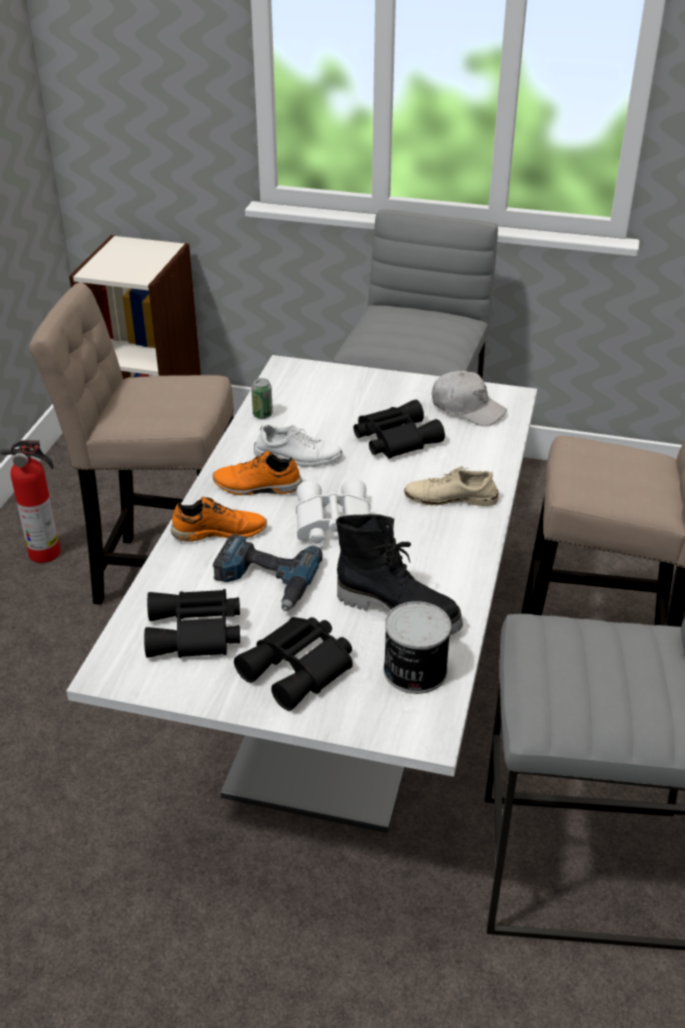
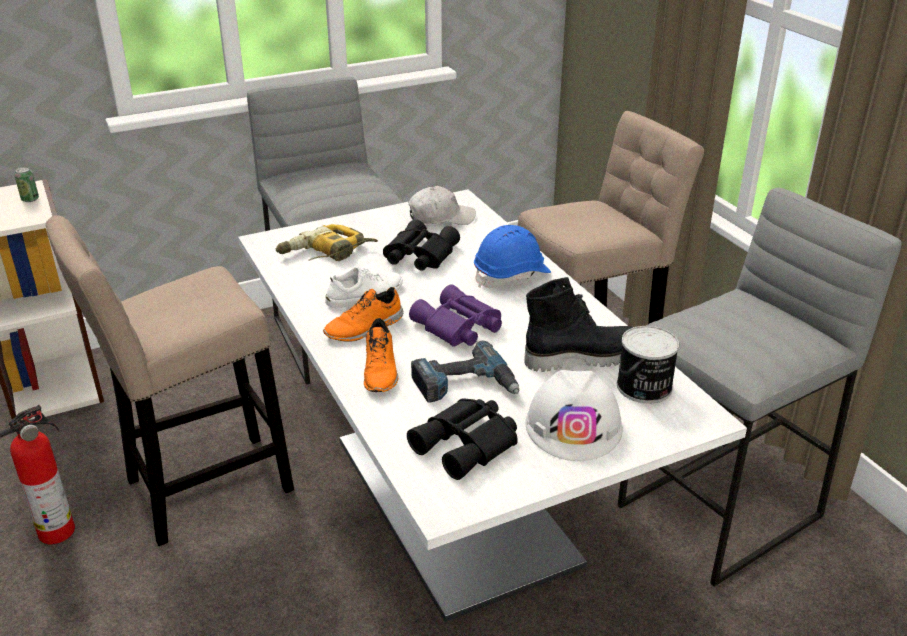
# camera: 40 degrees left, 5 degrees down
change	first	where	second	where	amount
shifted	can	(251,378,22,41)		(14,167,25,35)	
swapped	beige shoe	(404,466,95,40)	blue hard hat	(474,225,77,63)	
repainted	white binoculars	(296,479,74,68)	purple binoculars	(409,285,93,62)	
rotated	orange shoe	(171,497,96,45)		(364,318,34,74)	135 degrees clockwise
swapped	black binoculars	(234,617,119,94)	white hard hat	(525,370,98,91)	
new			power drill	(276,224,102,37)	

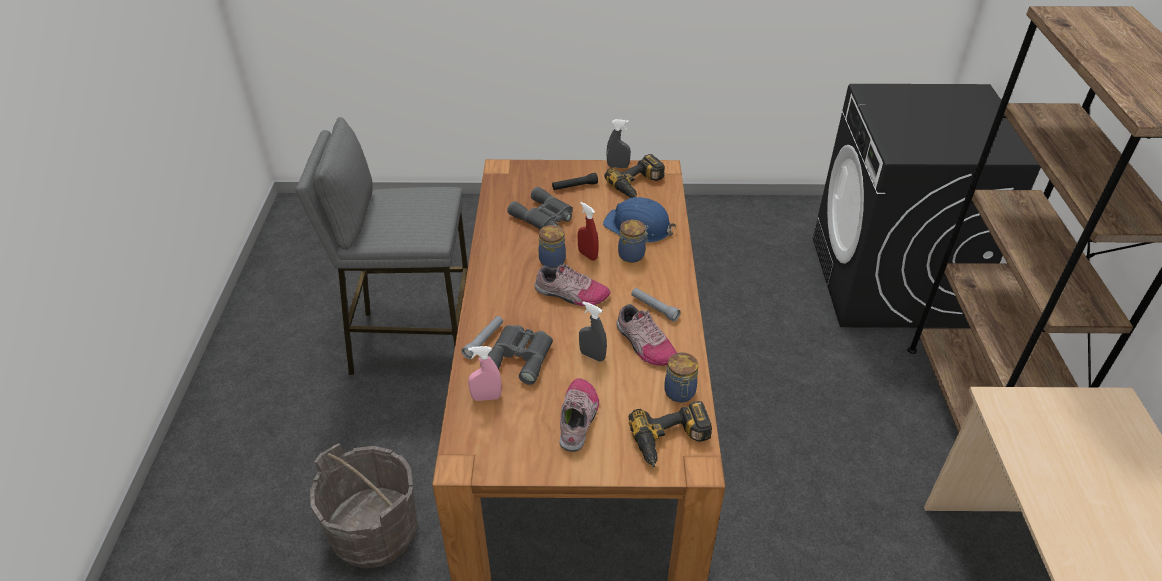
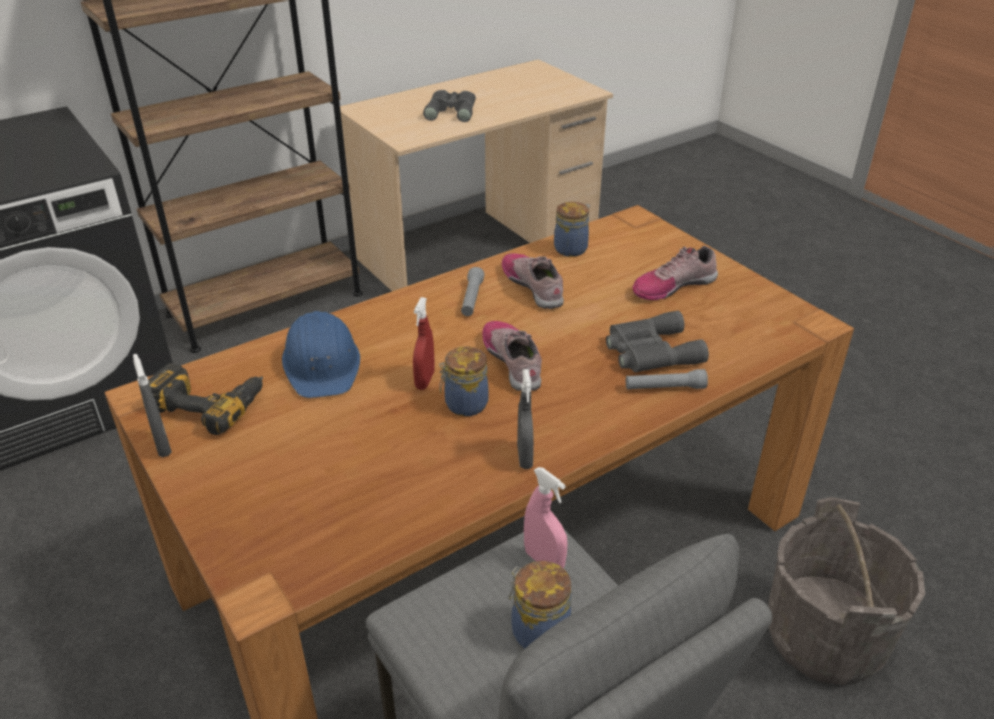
# camera: 125 degrees left, 5 degrees down
change	first	where	second	where	amount
gone	black flashlight	(552,173,46,17)			
shifted	grey binoculars	(507,187,66,42)		(423,90,53,32)	
shifted	jar	(618,220,31,43)		(509,561,63,88)	
shifted	grey spray bottle	(579,301,28,61)		(517,369,17,100)	
rotated	shoe	(616,304,61,61)		(502,253,62,56)	45 degrees counterclockwise
shifted	pink spray bottle	(468,346,34,55)		(524,467,43,102)	
gone	power drill	(628,401,84,66)			

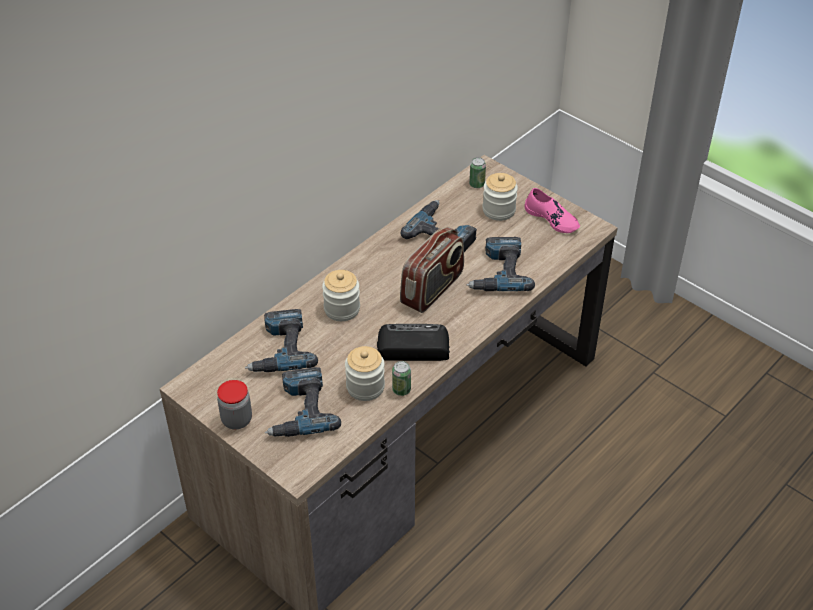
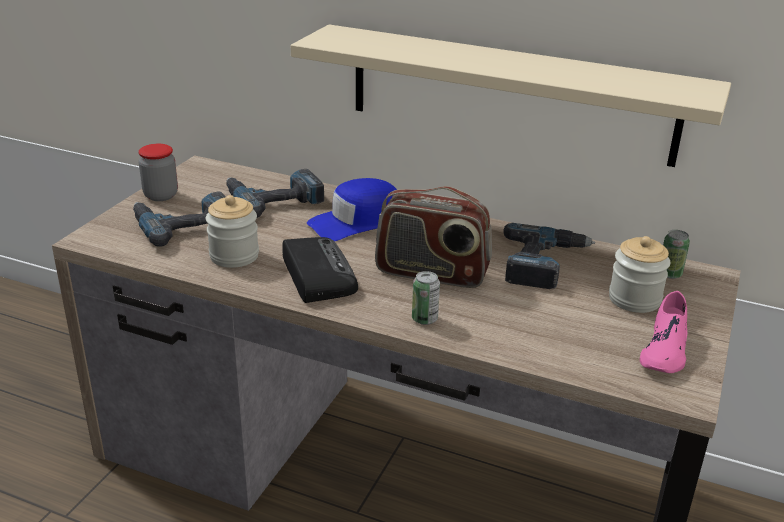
# camera: 70 degrees right, 15 degrees down
change	first	where	second	where	amount
gone	power drill	(466,237,69,54)			
swapped	jar	(322,270,38,51)	blue cap	(307,178,90,63)	
shifted	can	(392,361,19,35)		(412,271,28,54)	
new			beige shelf	(291,25,440,142)	

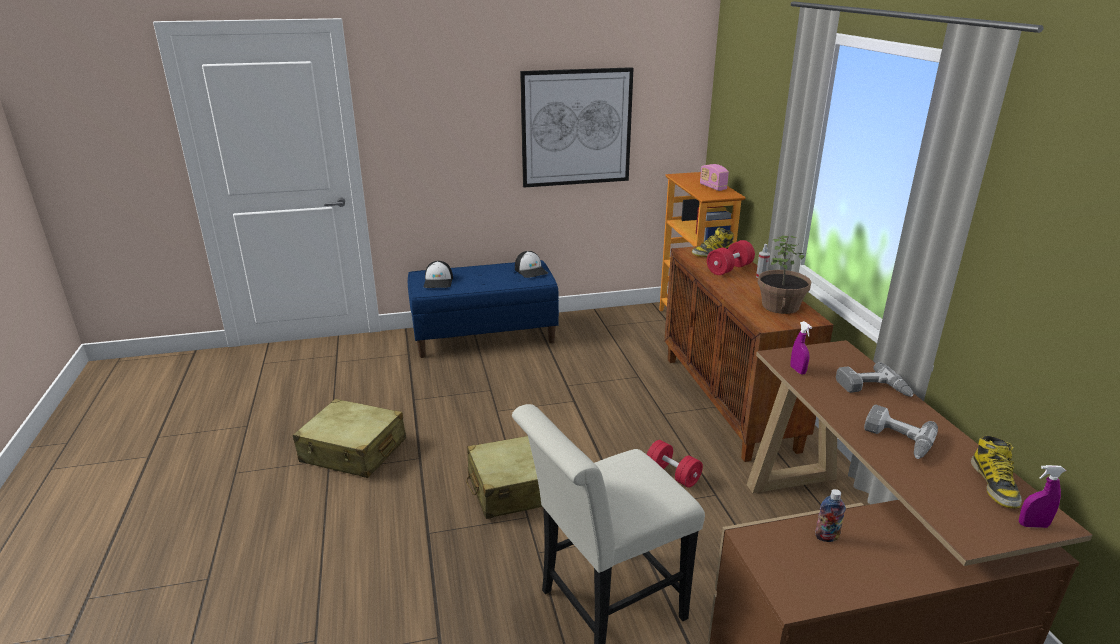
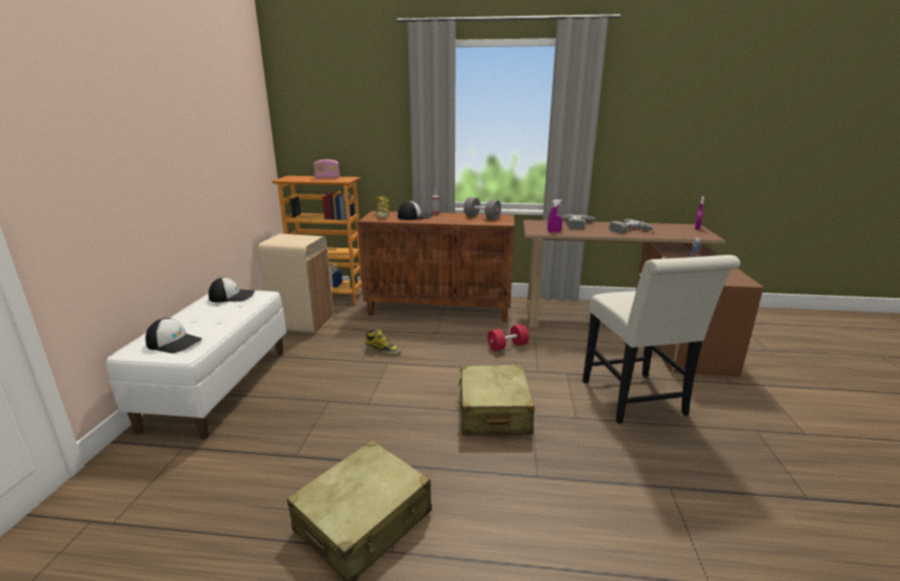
# camera: 70 degrees left, 5 degrees down
change	first	where	second	where	amount
gone	picture	(520,67,114,121)			
swapped	potted plant	(758,235,53,79)	grey dumbbell	(464,197,37,23)	
swapped	red dumbbell	(707,240,48,35)	cap	(398,201,35,19)	
repainted	blue bench	(408,260,151,98)	white bench	(106,290,180,149)	
shifted	boot	(971,436,51,73)		(365,328,36,27)	
new			beige trash can	(258,234,75,99)	

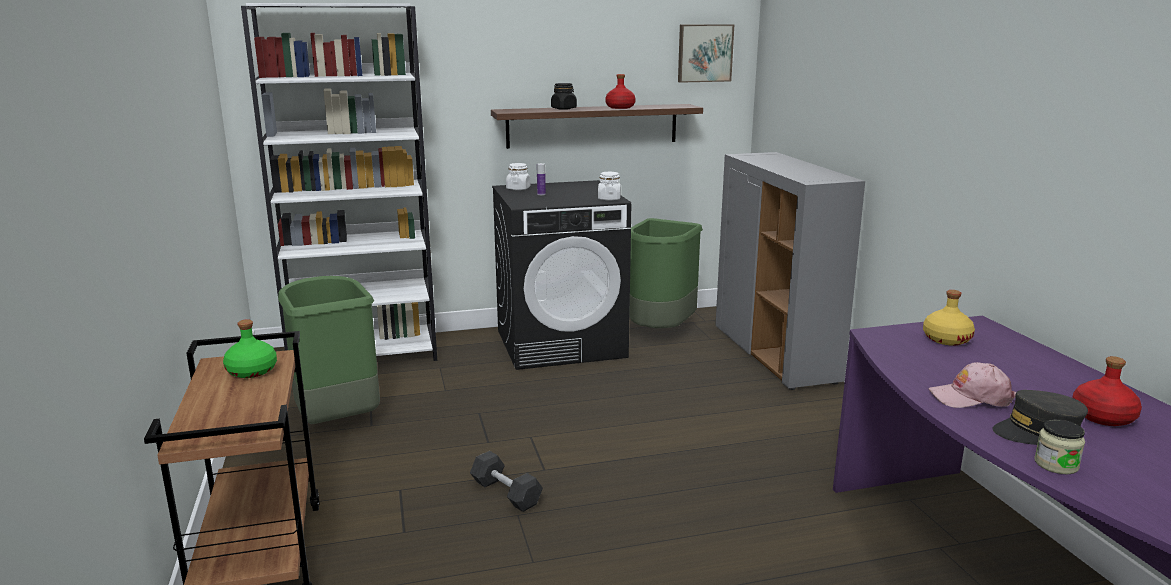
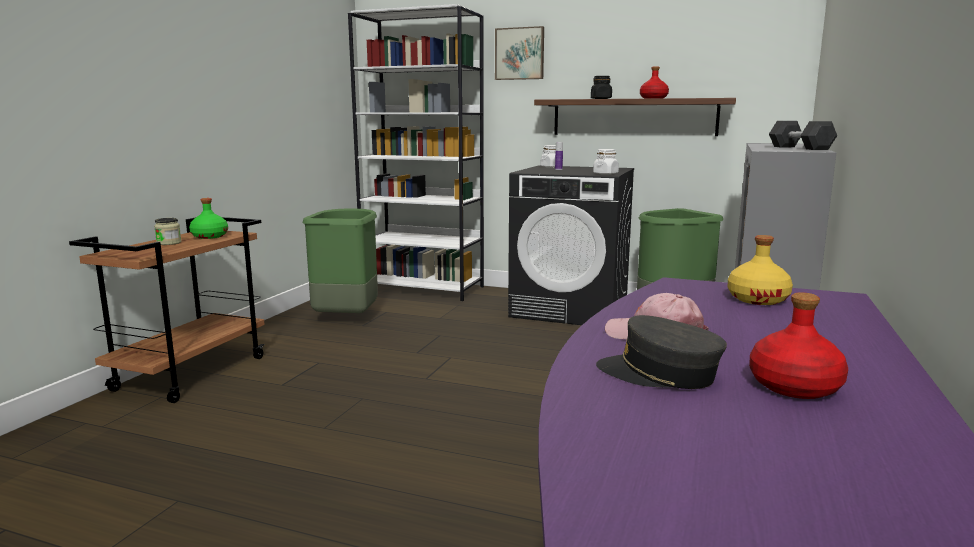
# camera: 35 degrees right, 5 degrees down
change	first	where	second	where	amount
shifted	picture	(678,24,56,59)		(495,26,49,54)	
shifted	jar	(1034,419,51,55)		(154,218,27,27)	
shifted	grey dumbbell	(470,451,73,61)		(769,121,68,29)	

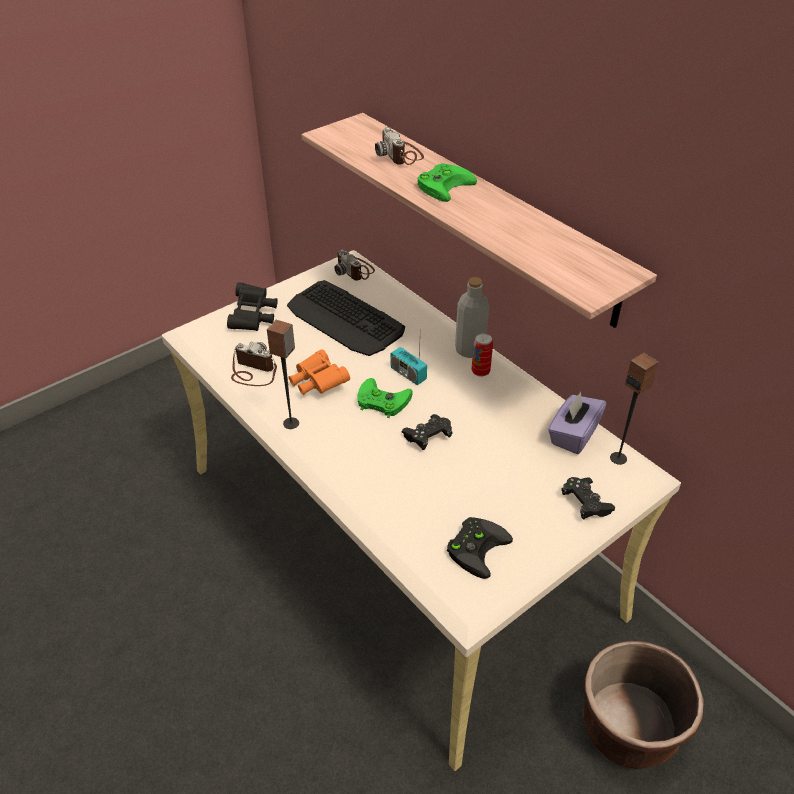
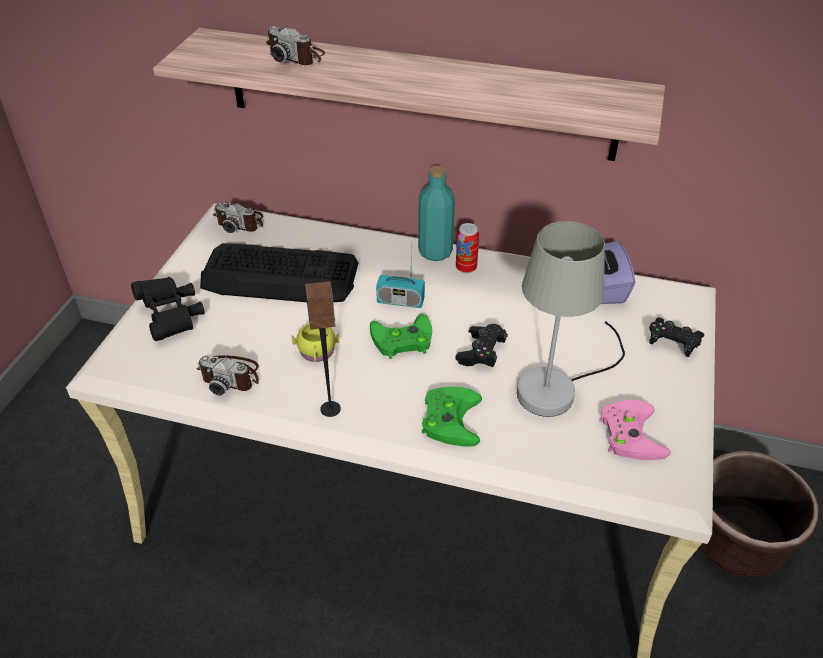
# camera: 35 degrees left, 0 degrees up
change	first	where	second	where	amount
shifted	green game controller	(417,163,60,39)		(422,387,60,60)	
repainted	grey bottle	(455,277,34,81)	turquoise bottle	(418,166,37,95)	
rotated	photo camera	(231,342,46,44)		(196,355,63,41)	150 degrees counterclockwise
swapped	orange binoculars	(289,349,61,46)	yellow mug	(292,323,47,39)	
gone	speaker	(610,353,49,112)			
repainted	black game controller	(447,517,66,62)	pink game controller	(599,400,71,60)	
new			grey table lamp	(517,221,108,196)	

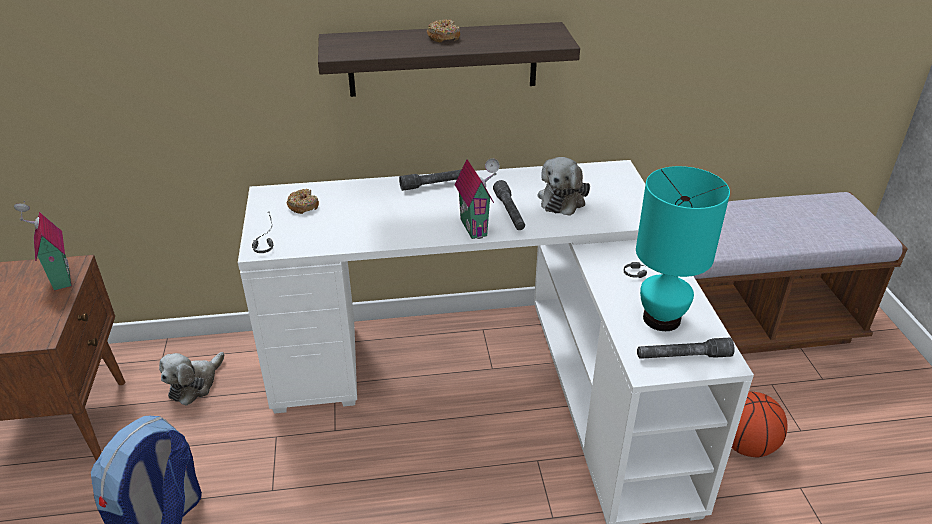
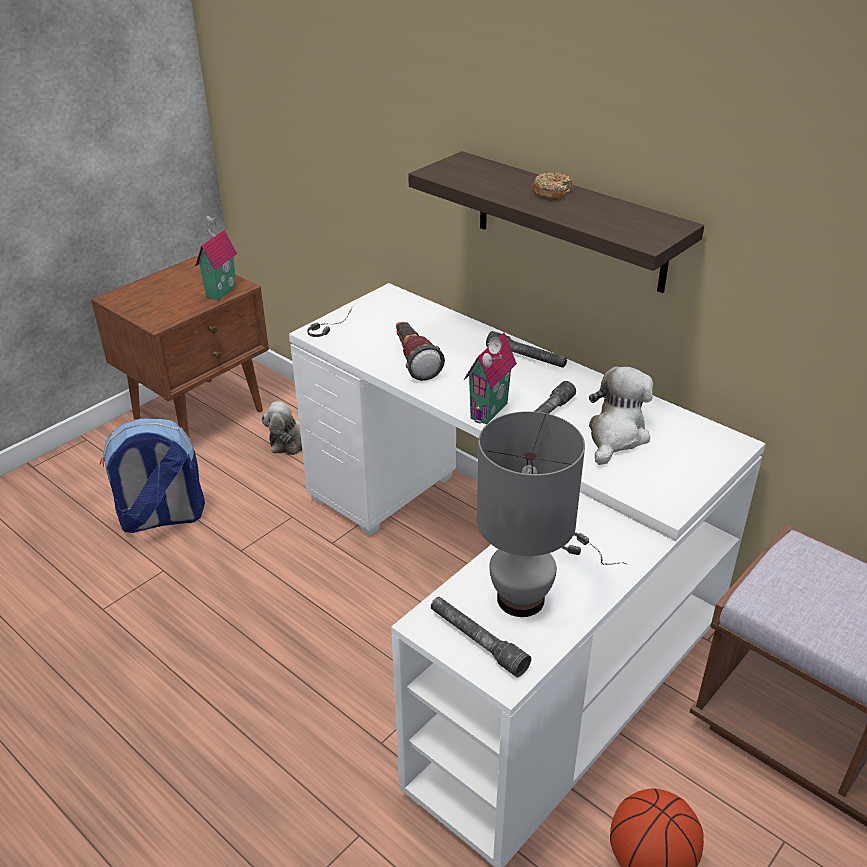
# camera: 50 degrees right, 0 degrees up
change	first	where	second	where	amount
rotated	plush toy	(537,157,53,59)		(589,366,64,99)	135 degrees clockwise
repainted	turquoise table lamp	(636,166,94,165)	grey table lamp	(477,411,108,206)	
gone	donut	(287,189,32,25)			
new			flashlight	(396,322,49,59)	

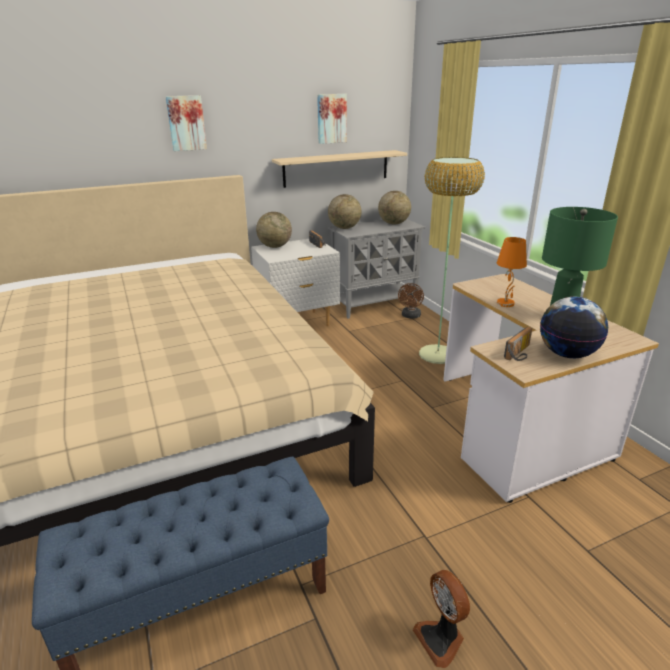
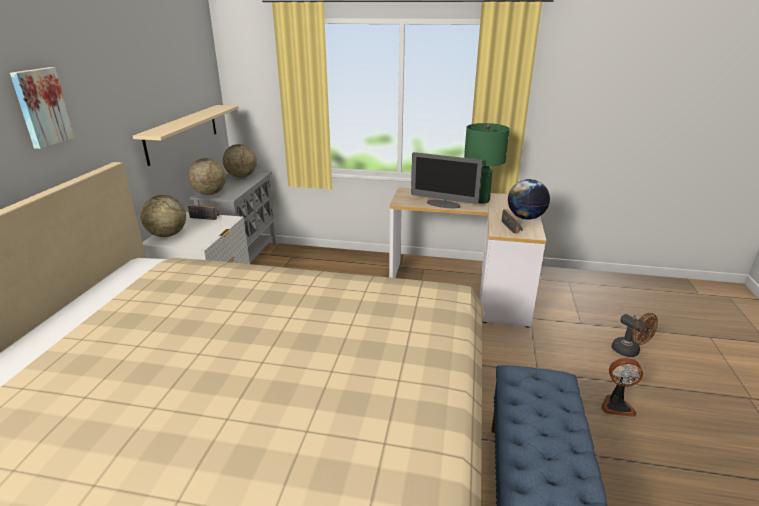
# camera: 55 degrees left, 0 degrees up
change	first	where	second	where	amount
gone	picture	(317,94,30,50)			
gone	floor lamp	(419,157,66,207)			
swapped	orange table lamp	(497,237,30,70)	monitor	(411,152,72,56)	
shifted	brown fan	(398,283,26,35)		(612,313,46,44)	

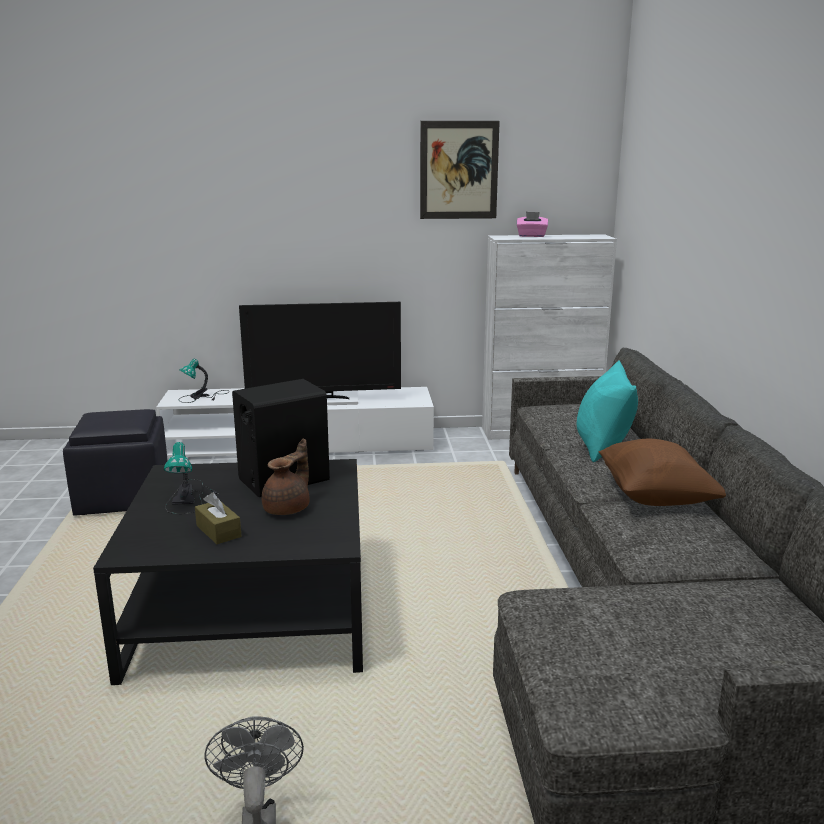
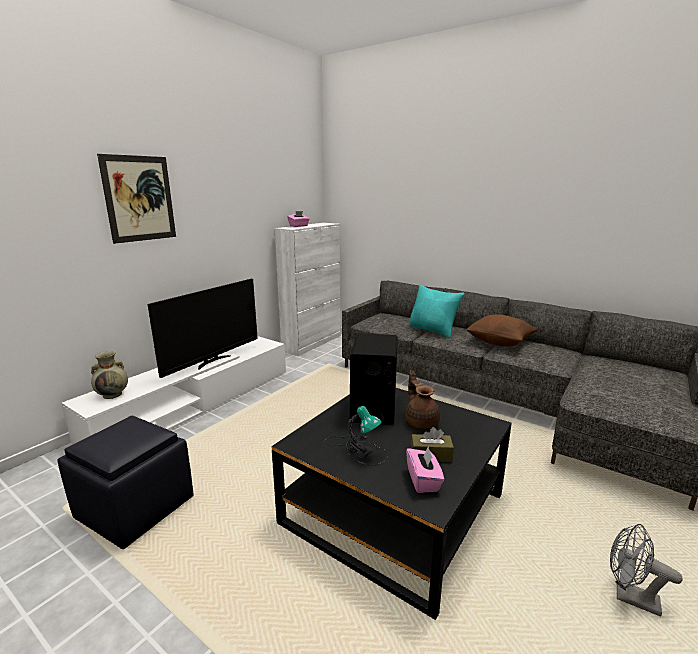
# camera: 50 degrees left, 0 degrees up
change	first	where	second	where	amount
shifted	picture	(420,121,80,98)		(97,154,79,90)	
swapped	table lamp	(179,359,50,44)	beige vase	(91,351,37,48)	
new			pink tissue box	(406,446,38,47)	

